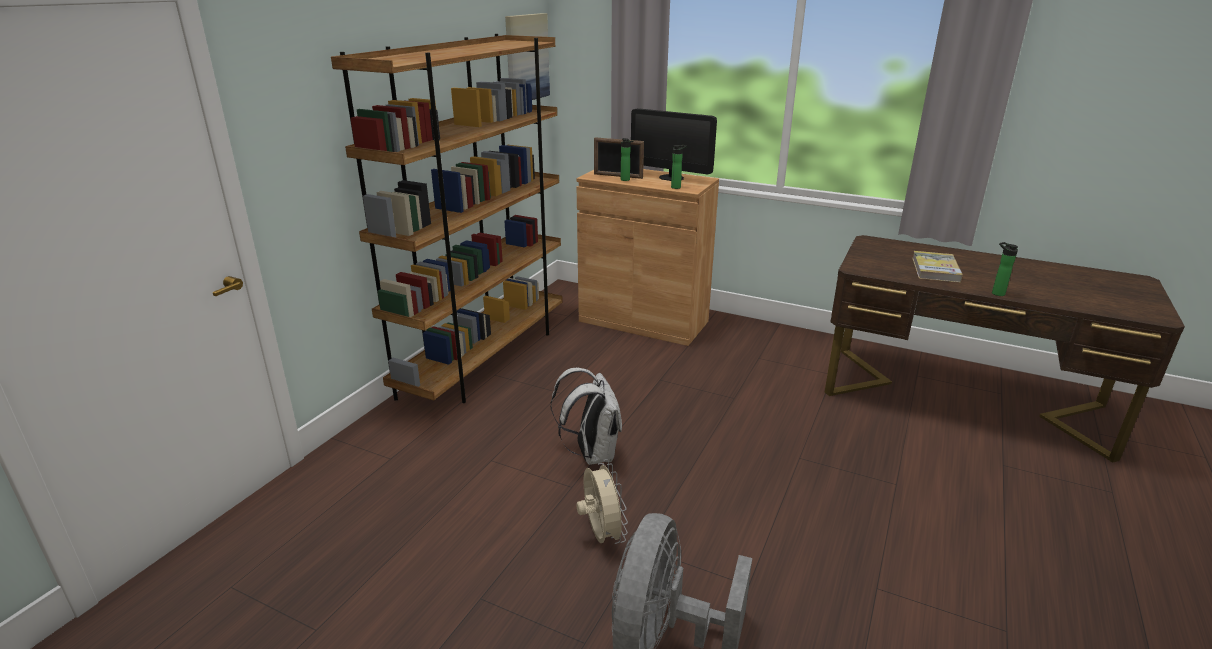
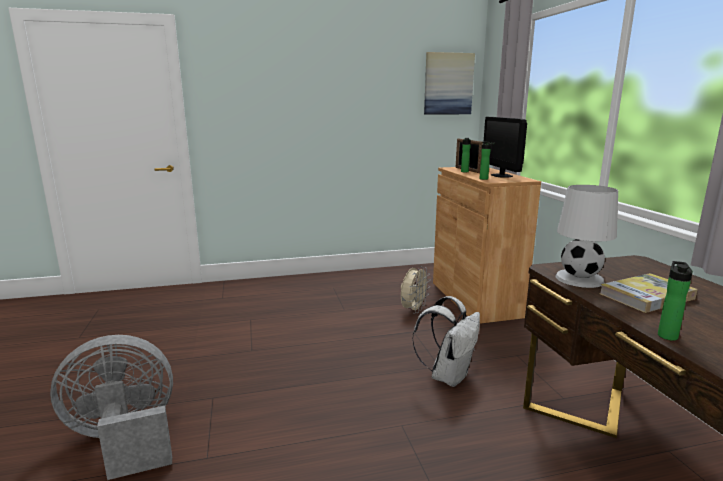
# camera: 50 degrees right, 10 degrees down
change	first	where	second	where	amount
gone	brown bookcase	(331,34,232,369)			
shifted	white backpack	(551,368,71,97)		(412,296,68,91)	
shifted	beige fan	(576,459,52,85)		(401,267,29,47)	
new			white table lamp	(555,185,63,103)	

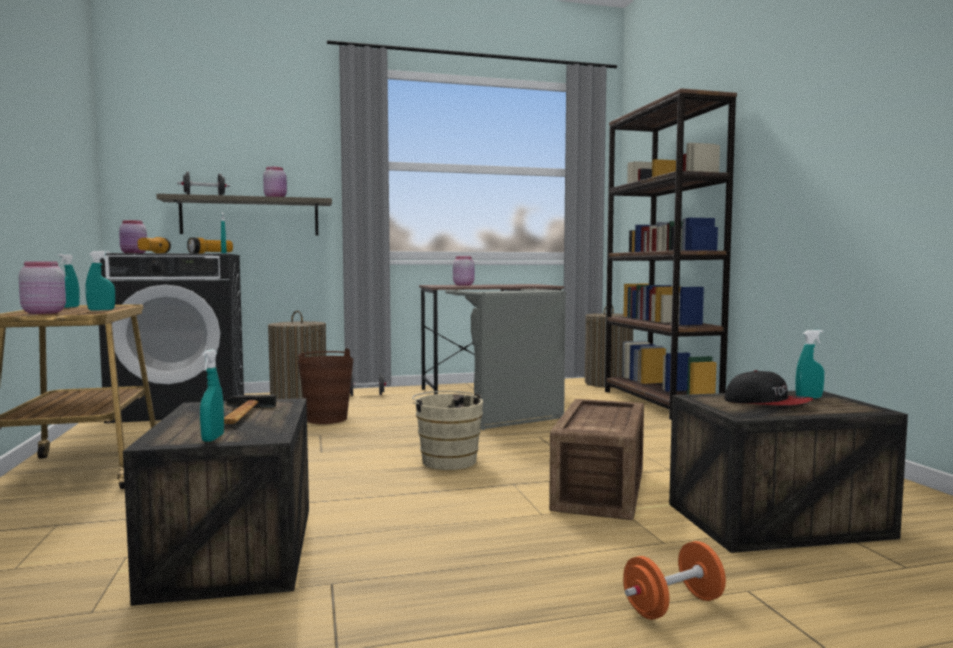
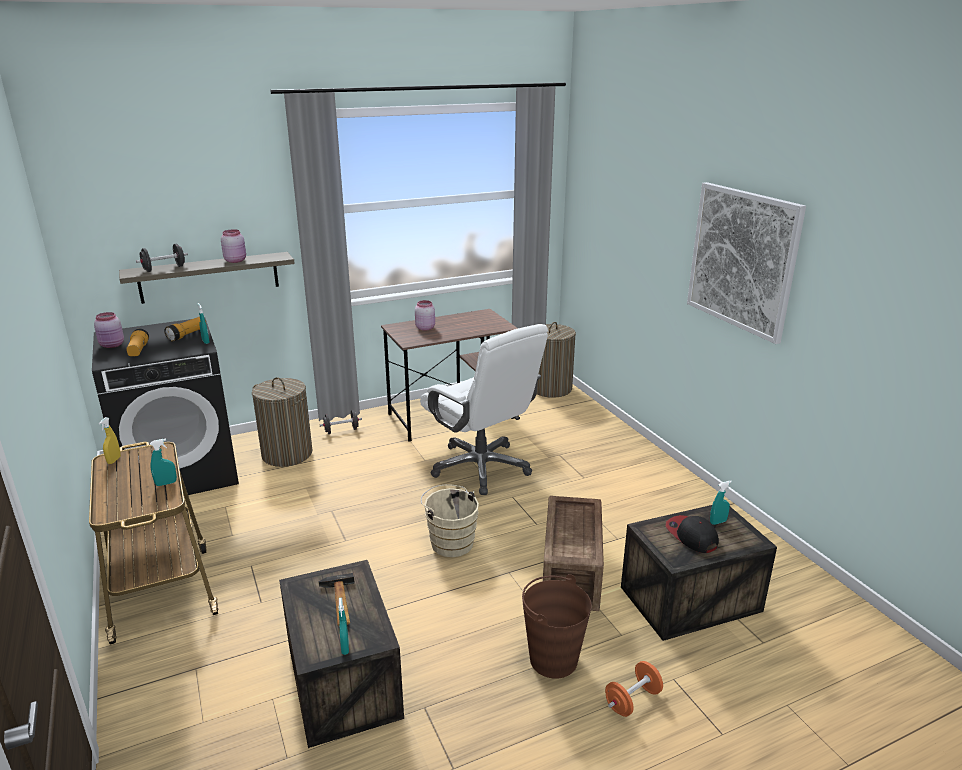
# camera: 10 degrees left, 20 degrees up
change	first	where	second	where	amount
gone	brown bookcase	(605,88,132,332)			
repainted	turquoise spray bottle	(58,254,22,54)	yellow spray bottle	(99,417,22,47)	
gone	pink jar	(18,261,48,53)			
swapped	grey laundry basket	(445,288,121,142)	white office chair	(420,324,128,171)	
shifted	brown bucket	(298,348,55,76)		(522,574,69,105)	
rotated	cap	(724,370,89,35)		(666,515,53,38)	150 degrees counterclockwise
new			picture	(687,182,119,162)	

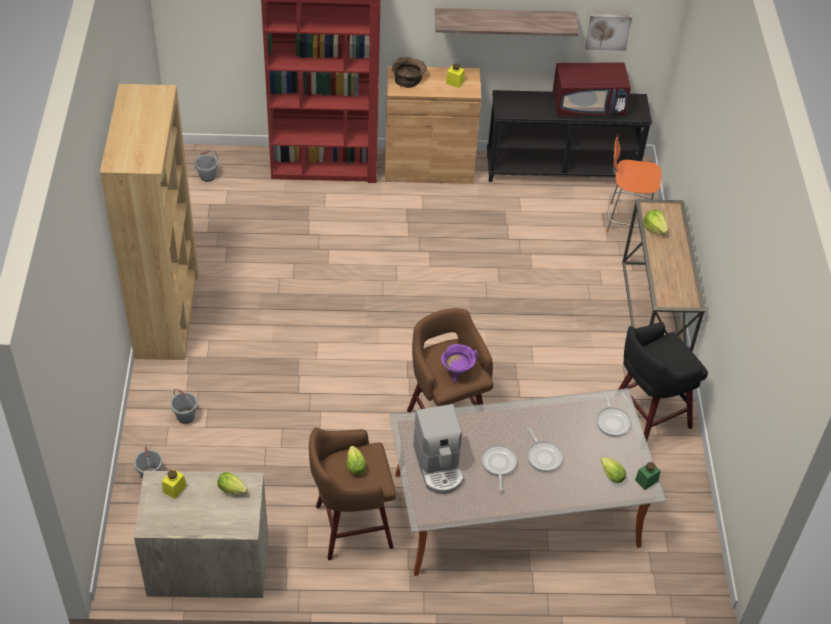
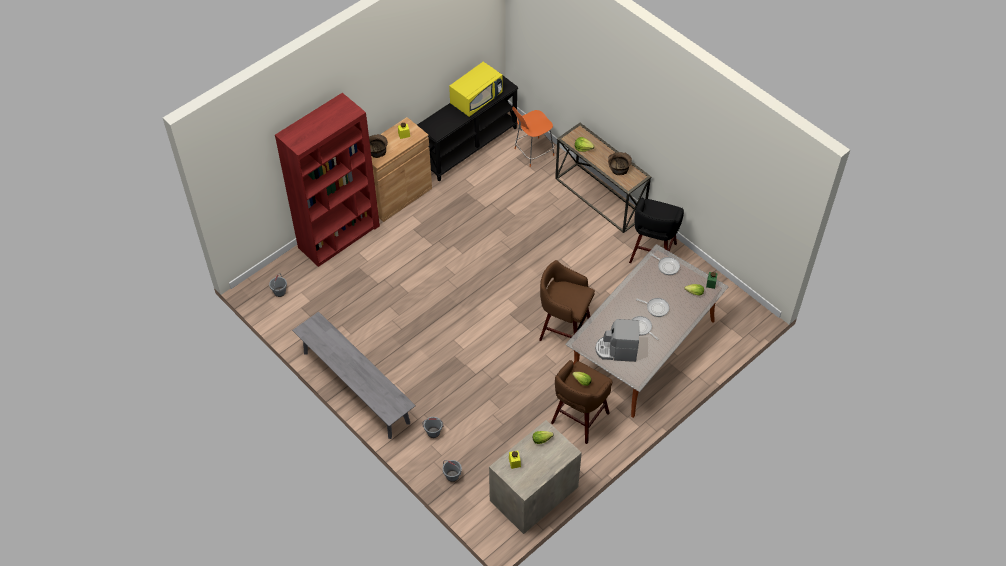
# camera: 40 degrees left, 5 degrees up
change	first	where	second	where	amount
gone	shelf	(435,8,144,28)			
gone	picture	(585,14,47,37)			
repainted	red microwave	(553,63,78,53)	yellow microwave	(449,62,53,55)	
swapped	brown bookcase	(100,84,99,276)	grey bench	(292,312,124,127)	
gone	purple cooking pot	(441,344,37,39)			
rotated	coffee machine	(413,404,51,90)		(595,319,44,43)	150 degrees clockwise
new			brown bowl	(608,152,24,23)	

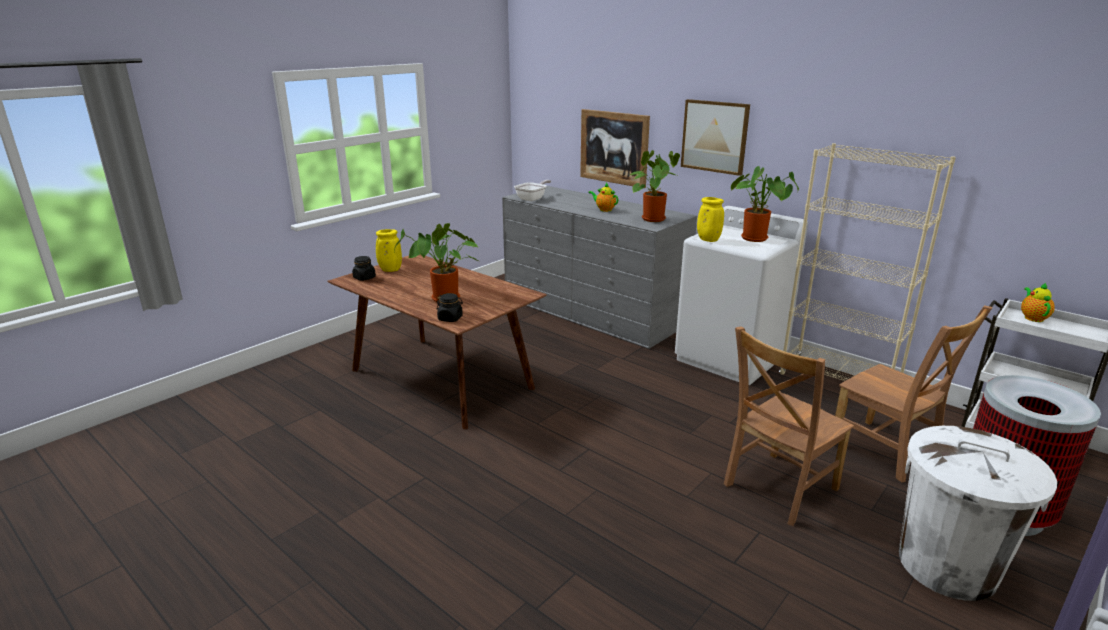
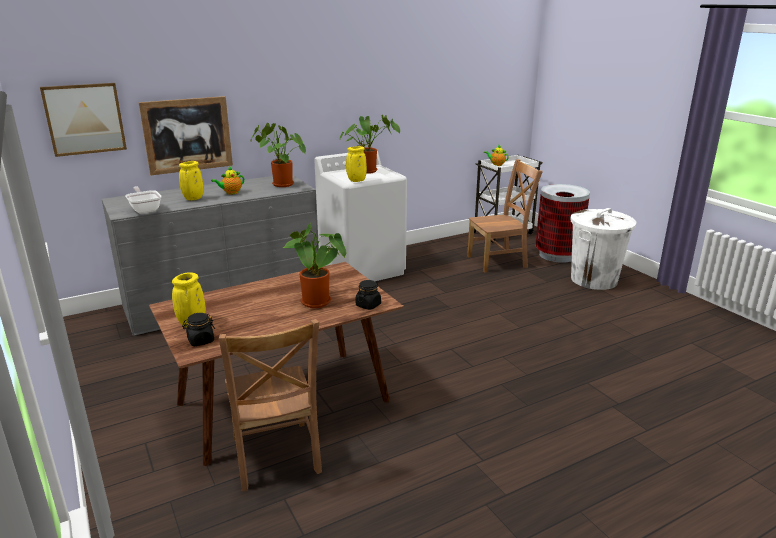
# camera: 70 degrees left, 0 degrees up
change	first	where	second	where	amount
shifted	picture	(681,99,69,77)		(40,83,87,74)	
gone	beige bookcase	(779,143,177,238)			
shifted	brown chair	(724,326,130,200)		(219,319,103,172)	
new			yellow vase	(179,161,25,39)	

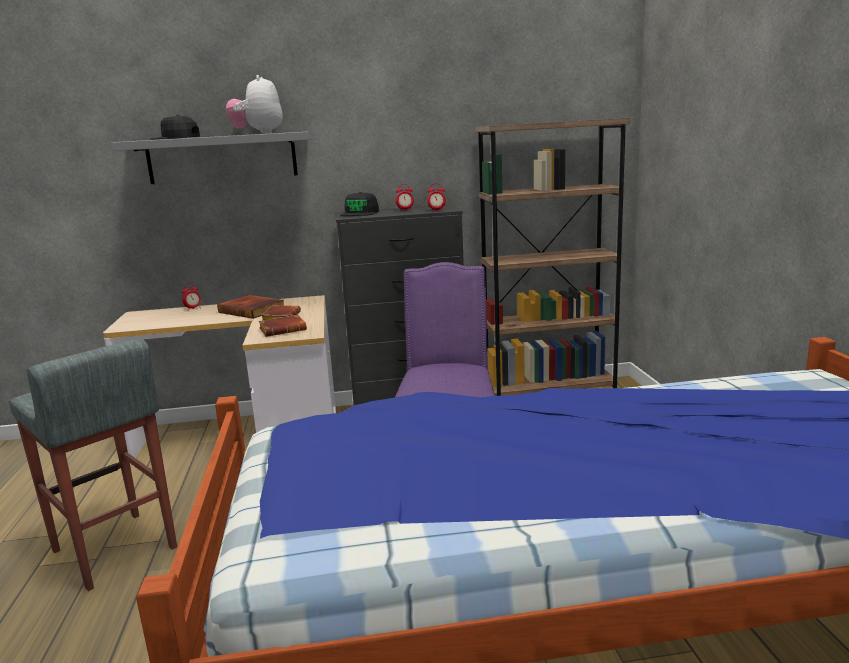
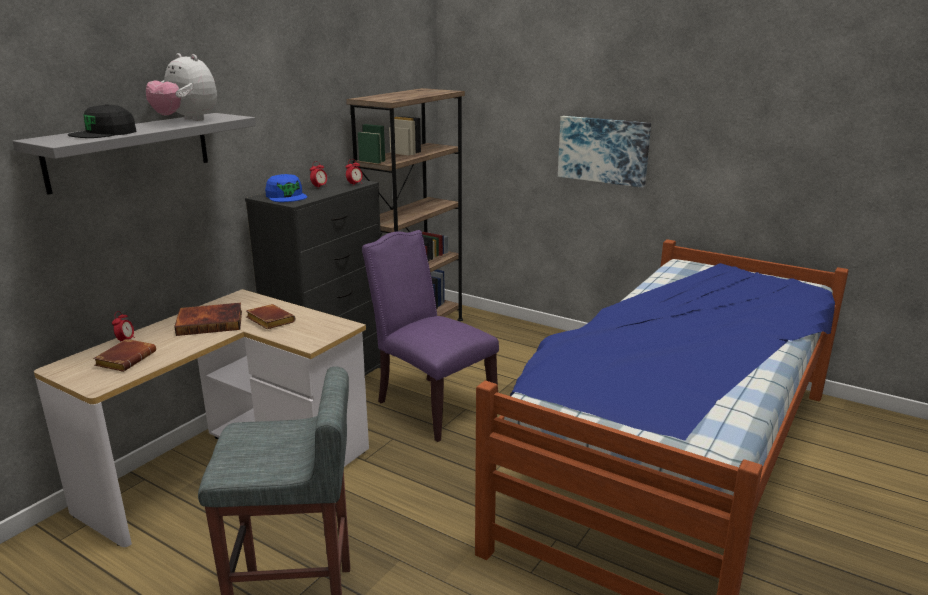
# camera: 50 degrees left, 5 degrees up
change	first	where	second	where	amount
repainted	black cap	(340,192,39,24)	blue cap	(265,174,42,28)	
shifted	brown book	(259,315,48,22)		(93,339,63,33)	
new			picture	(558,116,93,72)	

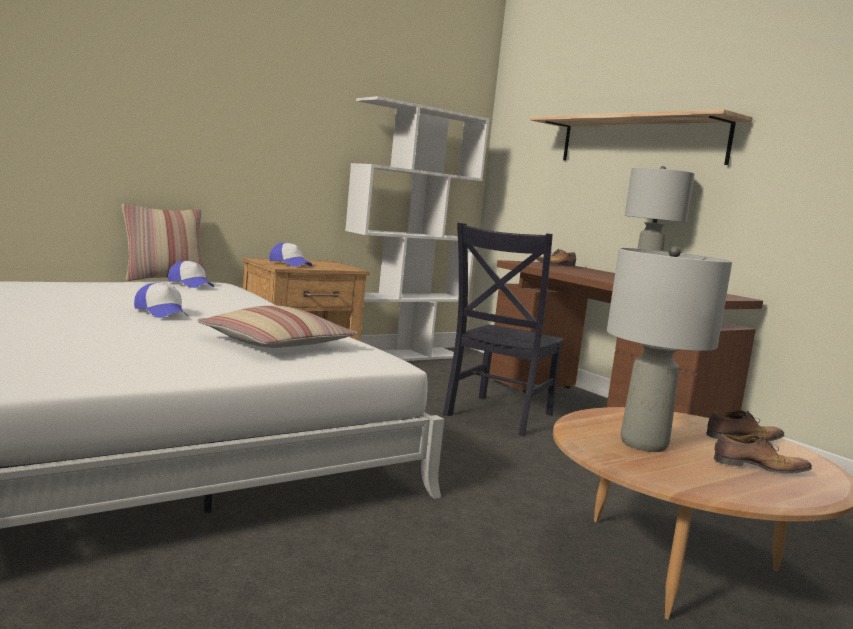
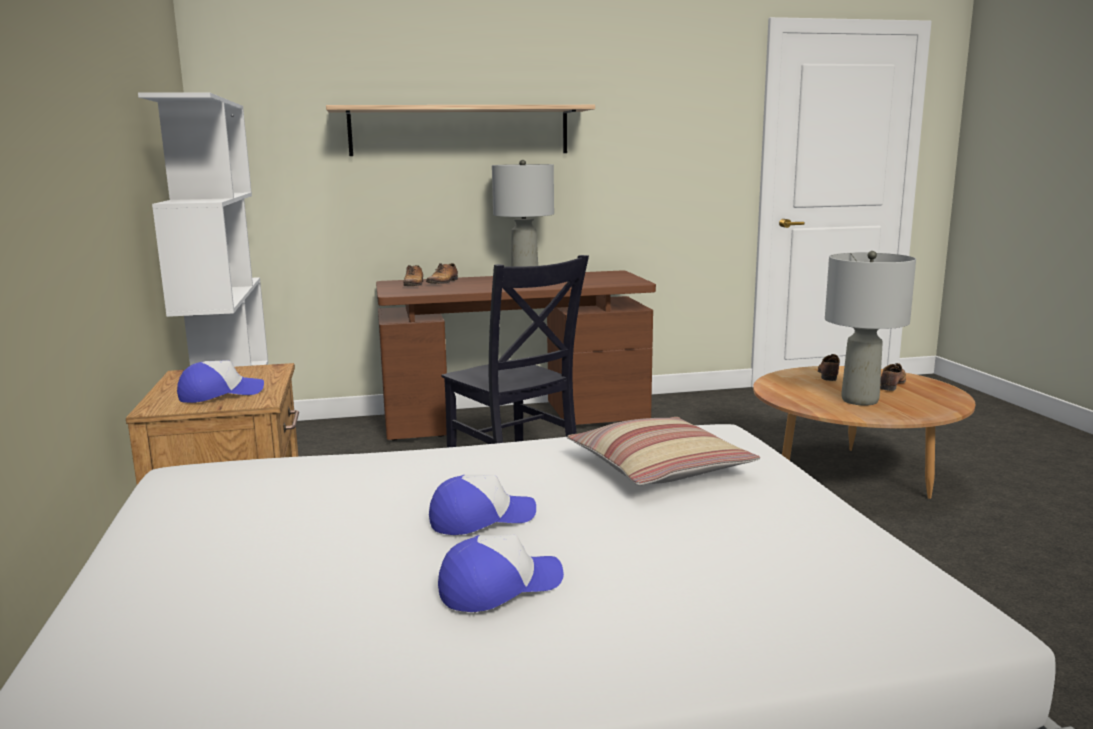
# camera: 65 degrees left, 5 degrees up
change	first	where	second	where	amount
gone	pillow	(122,204,85,77)			
shifted	cap	(168,261,46,27)		(438,534,126,78)	
new			shoe	(426,263,32,21)	

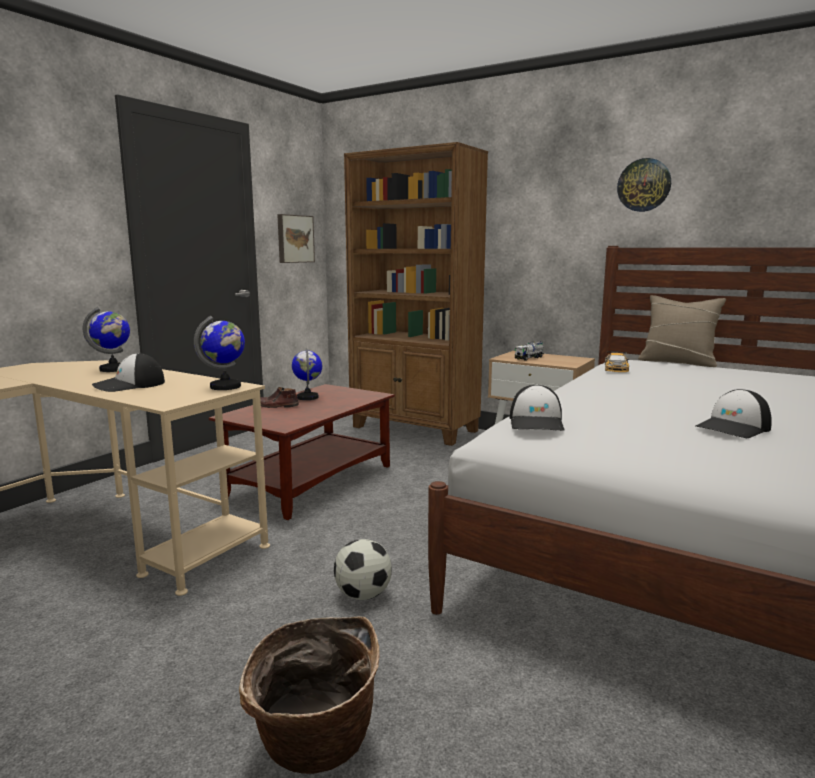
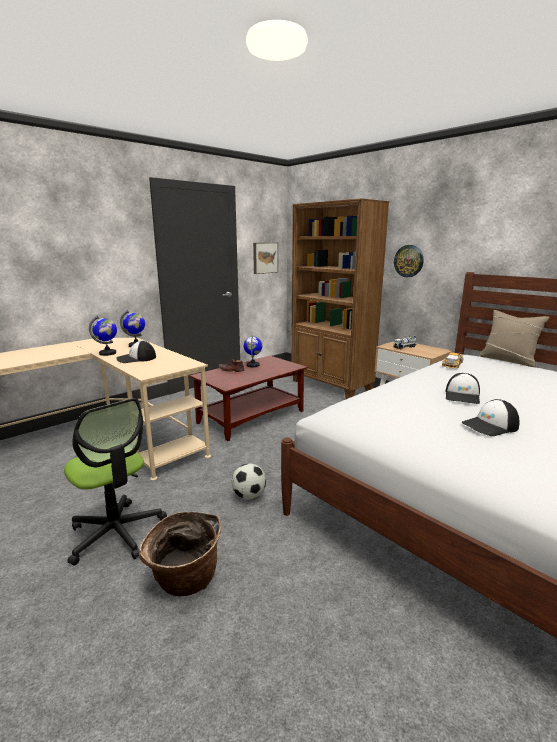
# camera: 15 degrees right, 5 degrees up
change	first	where	second	where	amount
shifted	wall clock	(617,158,54,54)		(394,245,30,32)	
shifted	globe	(194,316,51,74)		(89,316,28,40)	
shifted	cap	(510,384,54,47)		(445,373,35,31)	
new			office chair	(64,398,103,168)	

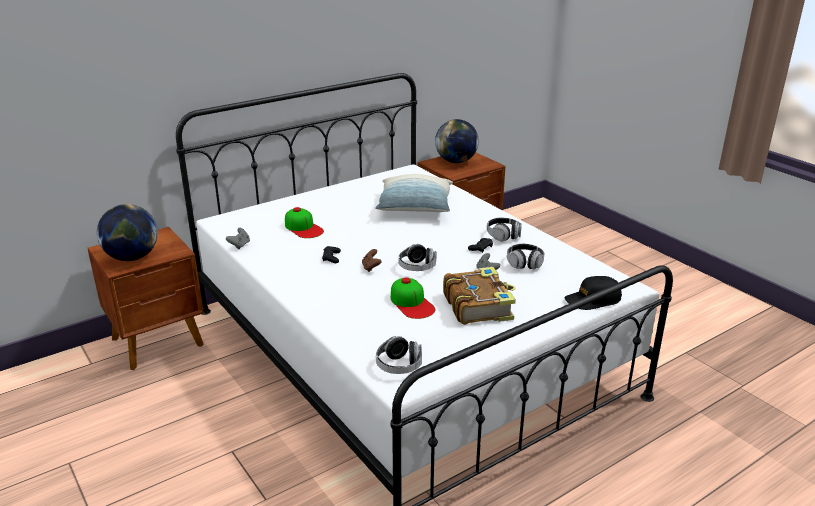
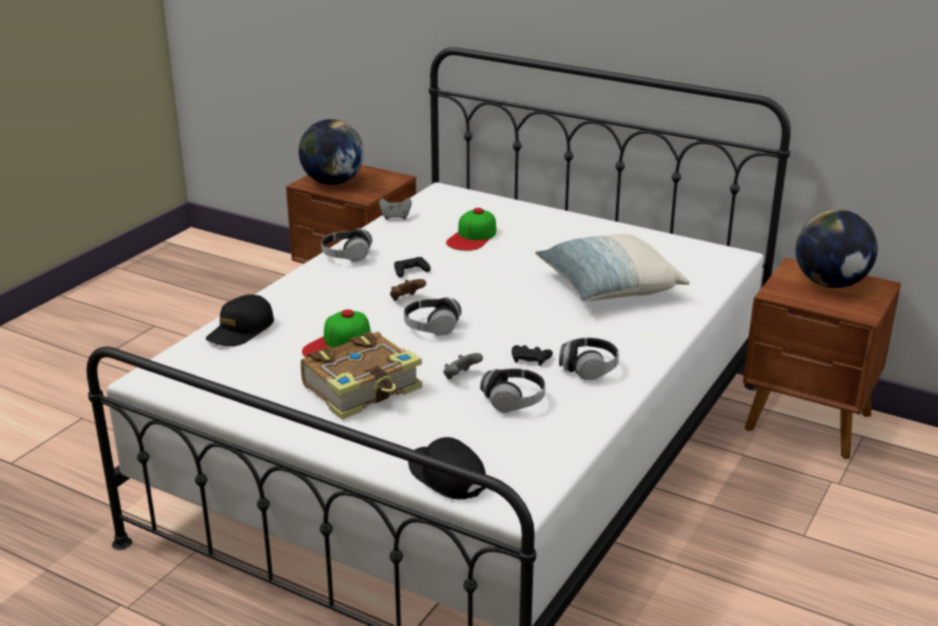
# camera: 65 degrees right, 0 degrees up
change	first	where	second	where	amount
shifted	headphones	(376,336,46,38)		(321,228,51,34)	
new			black cap	(206,294,68,52)	

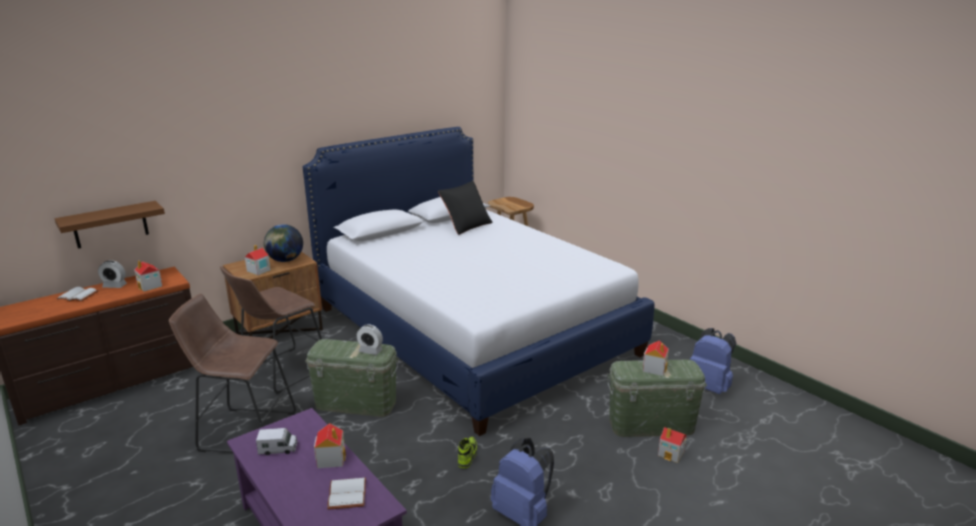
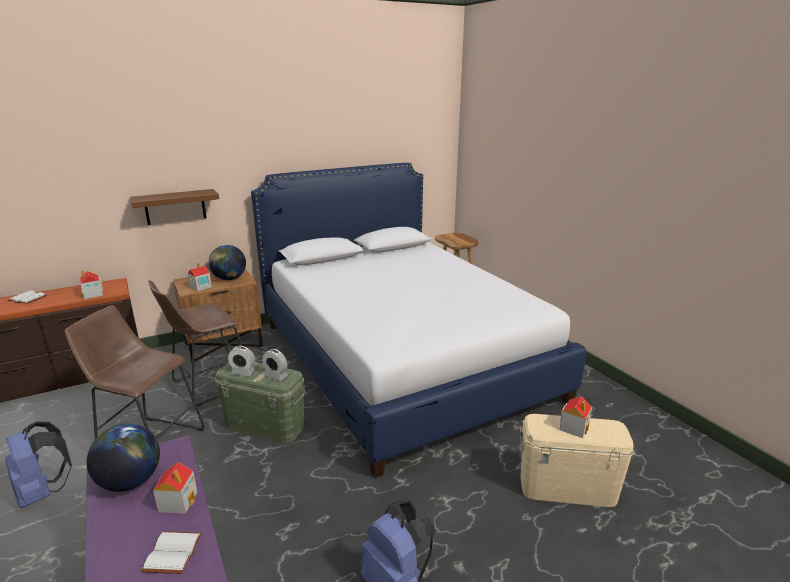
# camera: 10 degrees right, 0 degrees up
change	first	where	second	where	amount
gone	black pillow	(438,181,55,54)			
shifted	brown shelf	(54,201,111,48)		(130,189,89,36)	
shifted	alarm clock	(98,260,29,28)		(228,346,27,30)	
shifted	blue backpack	(690,328,46,66)		(5,421,67,87)	
repainted	green storage box	(607,360,100,77)	beige storage box	(520,414,115,93)	
gone	toy house	(658,427,29,36)			
swapped	toy truck	(256,428,42,28)	globe	(87,424,73,68)	
gone	shoe	(458,437,19,31)			

